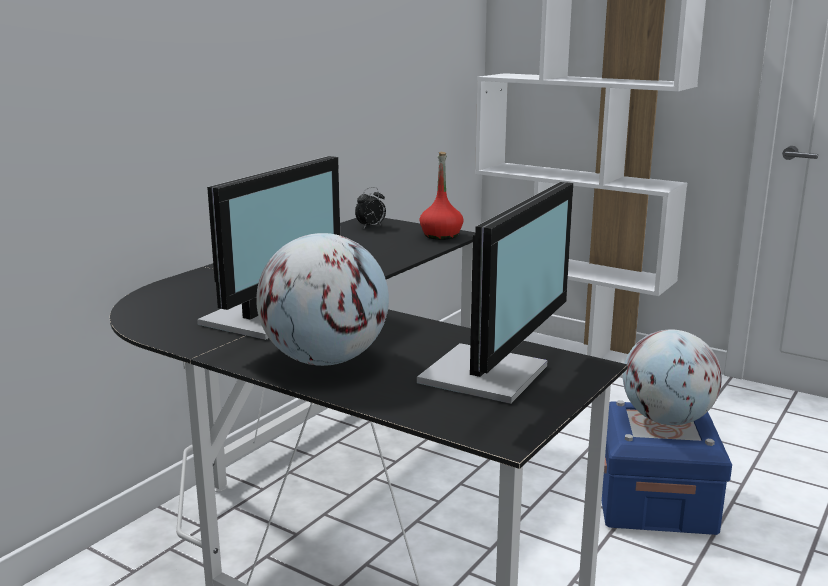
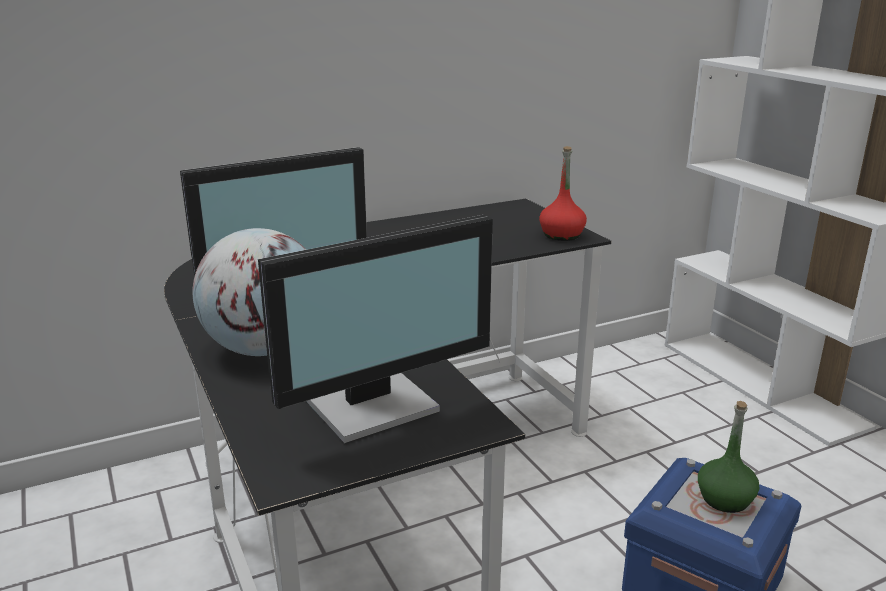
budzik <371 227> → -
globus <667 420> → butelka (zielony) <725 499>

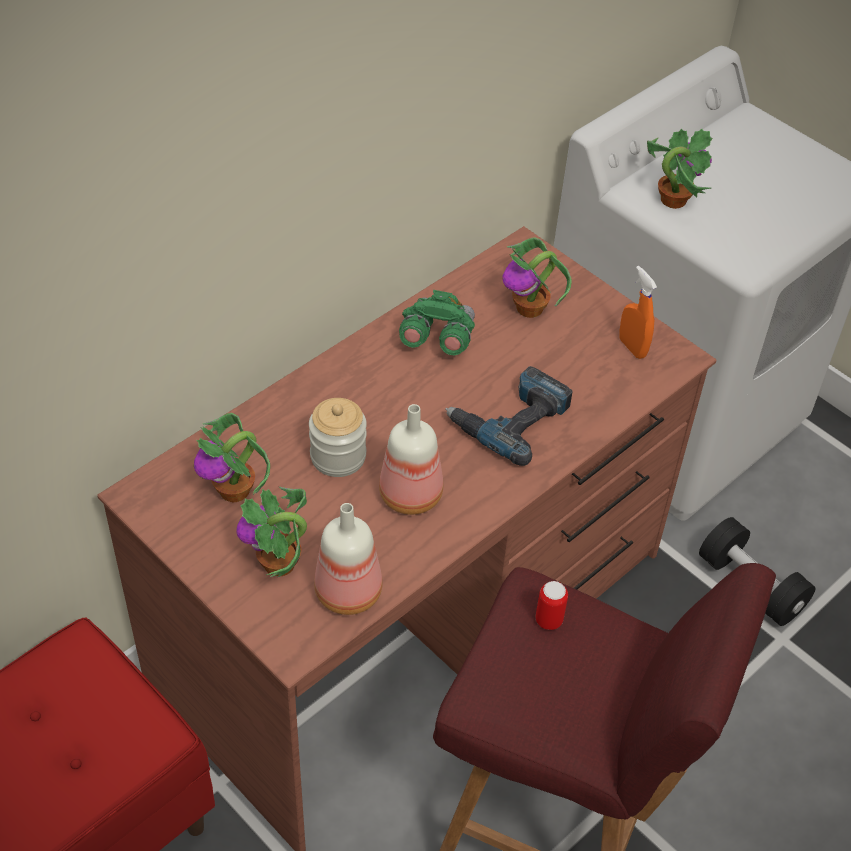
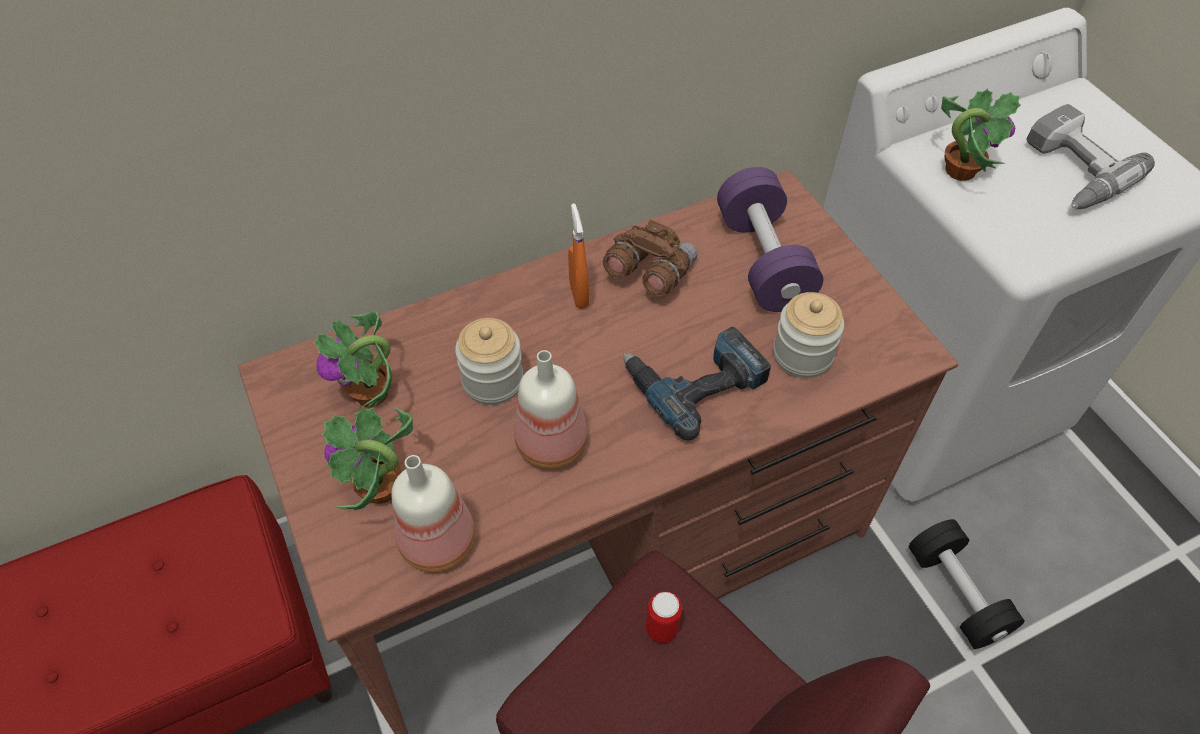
roślina doniczkowa <530 309> → hantel (fioletowy) <763 261>
spryskiwacz (pomarańczowy) <632 347> → spryskiwacz (pomarańczowy) <579 294>, move
lornetka (zielony) <436 339> → lornetka (brązowy) <649 273>
- → wiertarka <1070 171>
- → słoik <802 355>

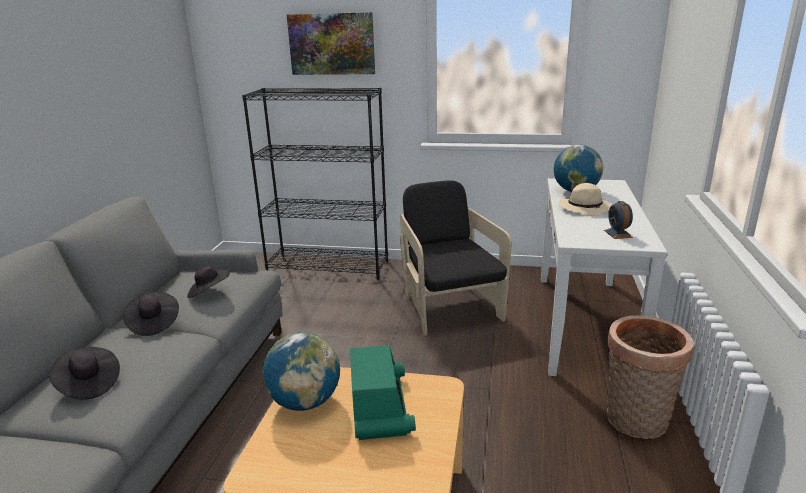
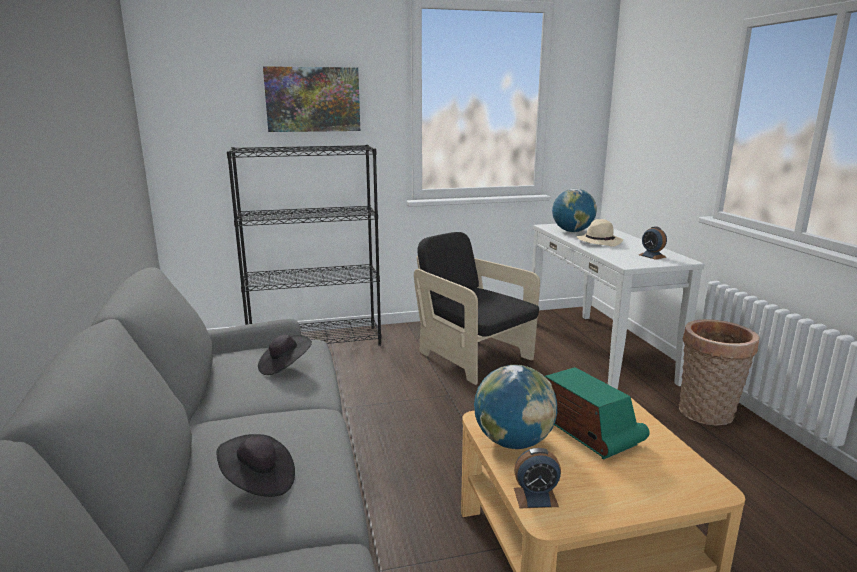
kapelusz (czarny) <153 323> → -
- → budzik <535 497>

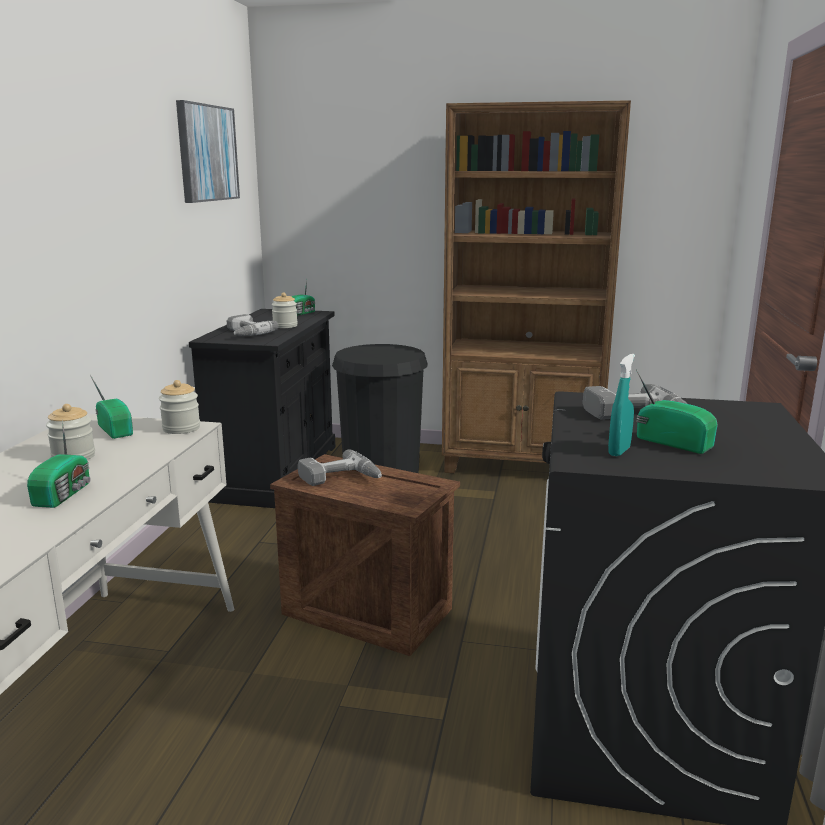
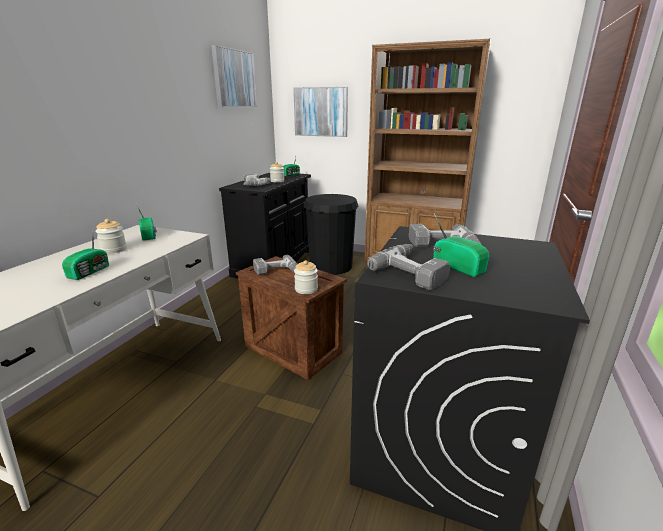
spryskiwacz (turkusowy) <619 451> → wiertarka <414 271>
słoik <181 428> → słoik <306 289>, move
- → obraz <321 112>

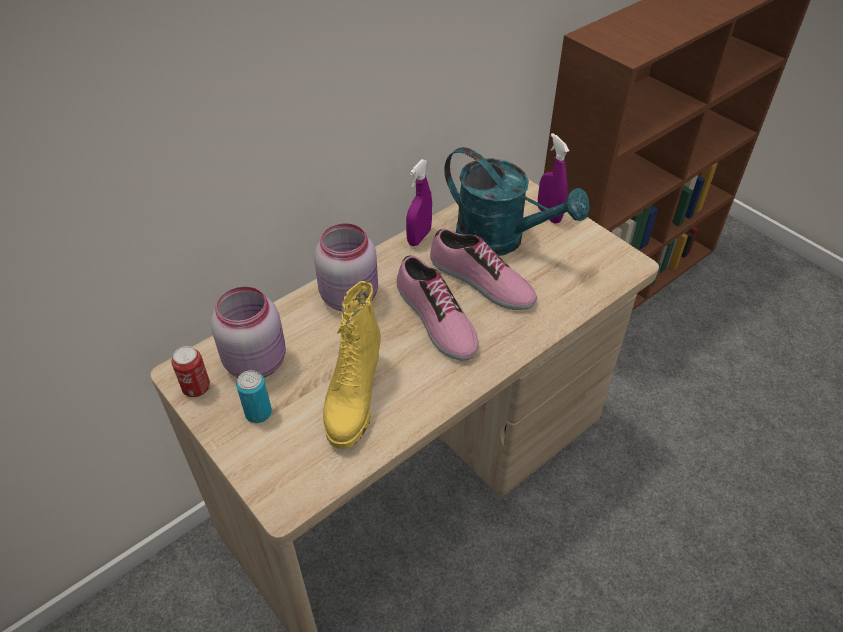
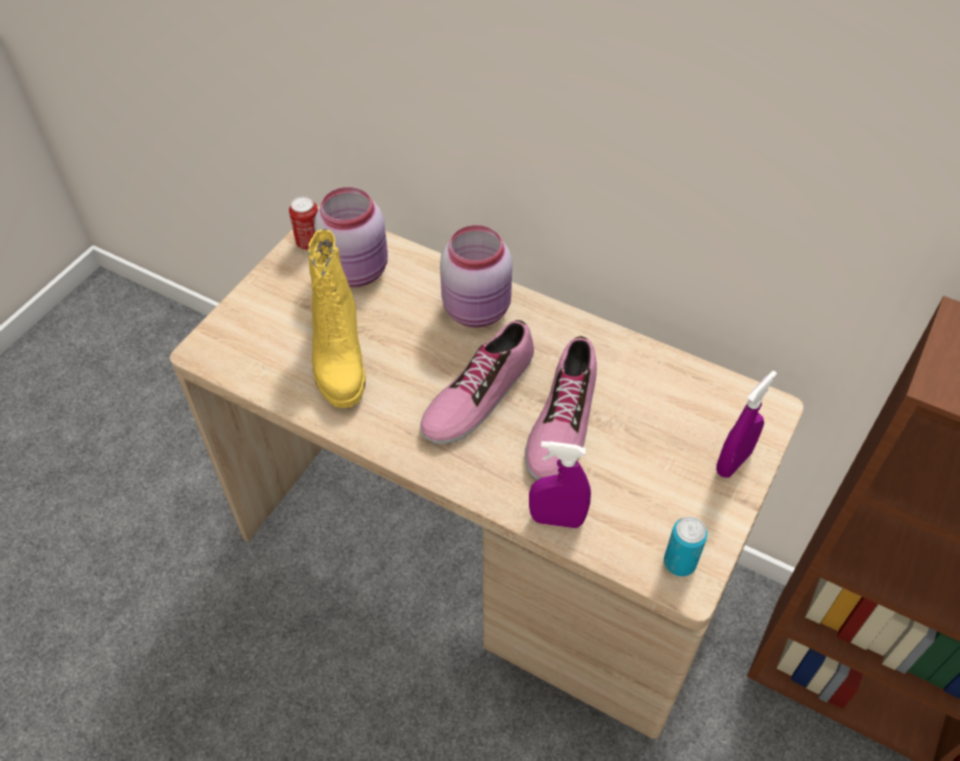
konewka (turkusowy) <501 239> → -
spryskiwacz (fioletowy) <419 237> → spryskiwacz (fioletowy) <557 519>, move
but z cholewką (żółty) <353 399> → but z cholewką (żółty) <338 359>, 90 degrees counterclockwise
puszka <258 413> → puszka <679 562>, move

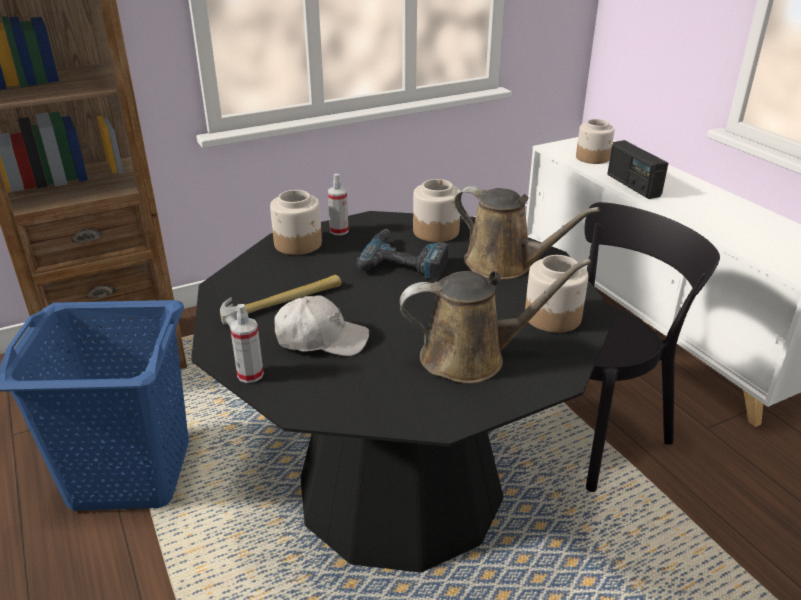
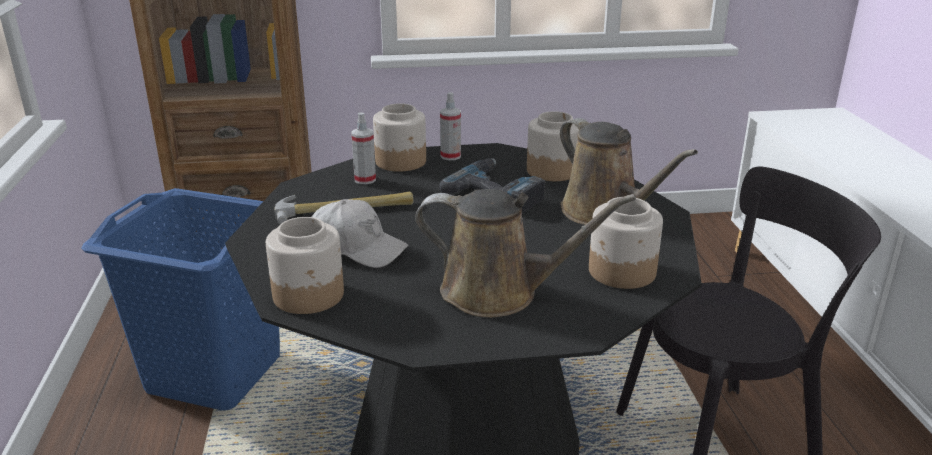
słoik <593 158> → słoik <309 295>, move
radio <632 185> → -
spryskiwacz <250 375> → spryskiwacz <365 180>, move

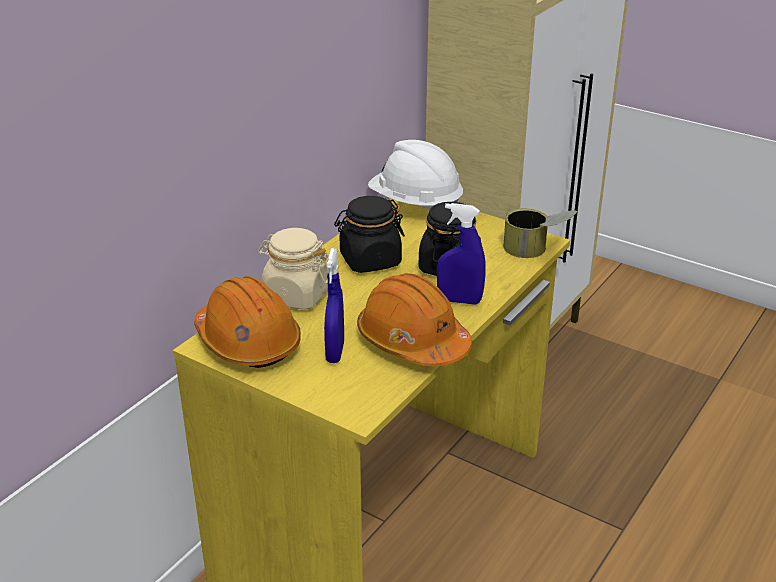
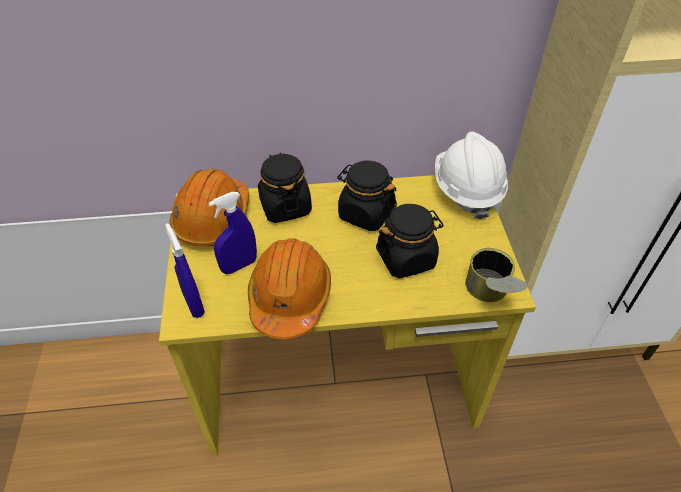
spryskiwacz (niebieski) <459 300> → spryskiwacz (niebieski) <194 304>, move
słoik (beżowy) <296 295> → słoik (czarny) <285 206>

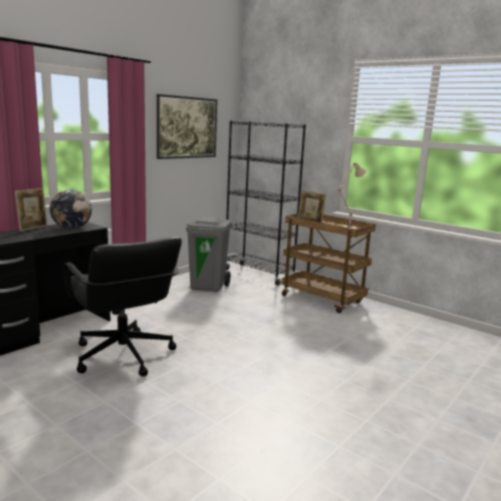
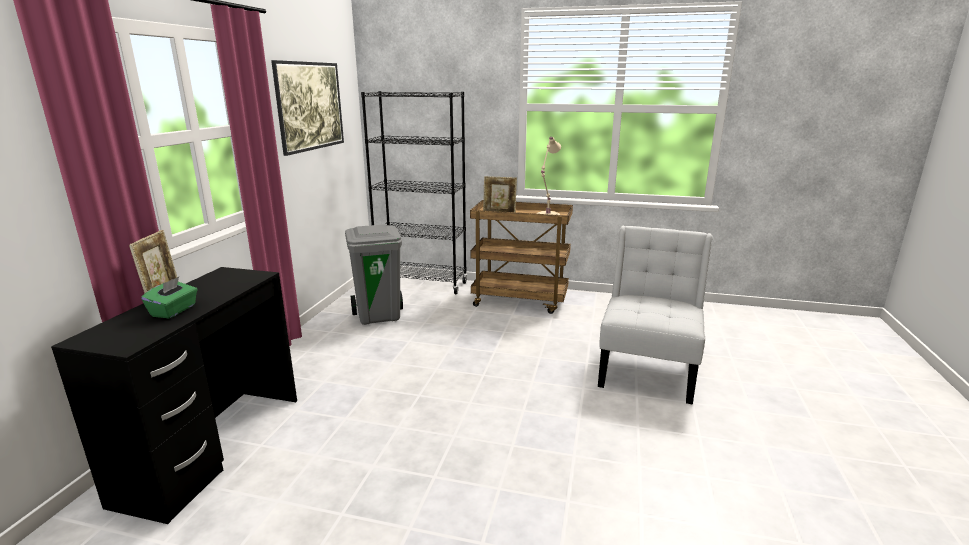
globus <72 228> → -
krzesło biurowe (czarny) <123 355> → -
- → krzesło (biały) <648 369>
- → pudełko chusteczek (zielony) <174 311>

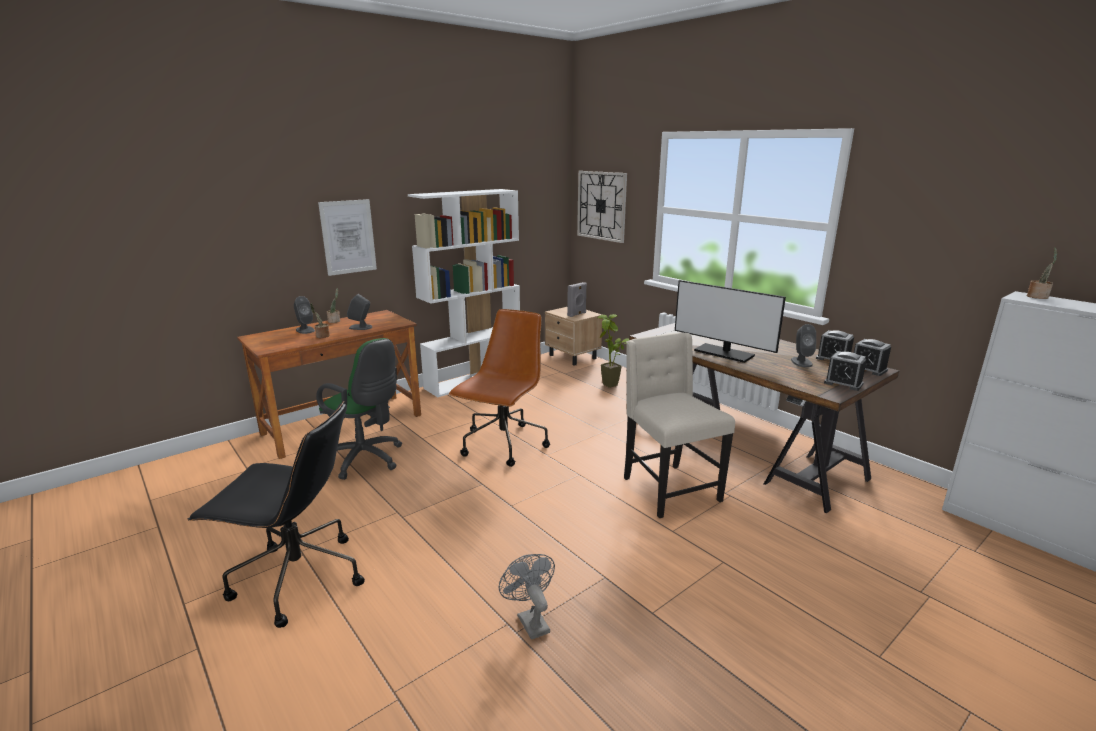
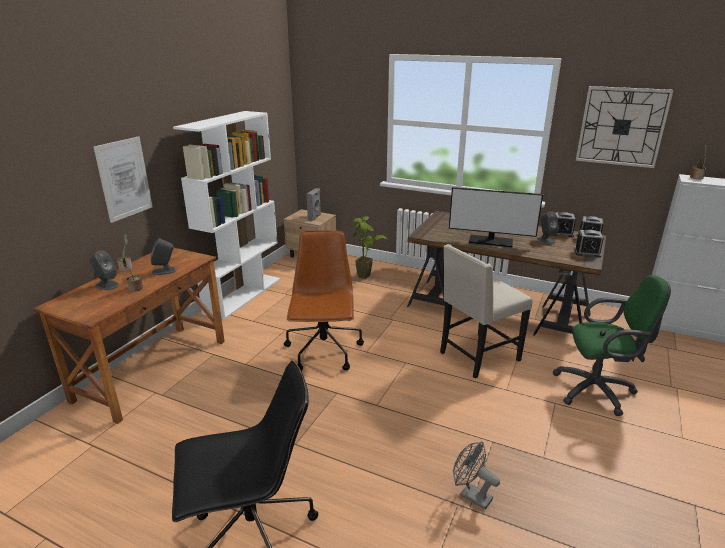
zegar ścienny <601 206> → zegar ścienny <621 126>, move
krzesło (beżowy) <668 489> → krzesło (beżowy) <477 357>, 75 degrees counterclockwise
krzesło biurowe (zielony) <366 460> → krzesło biurowe (zielony) <598 391>, move

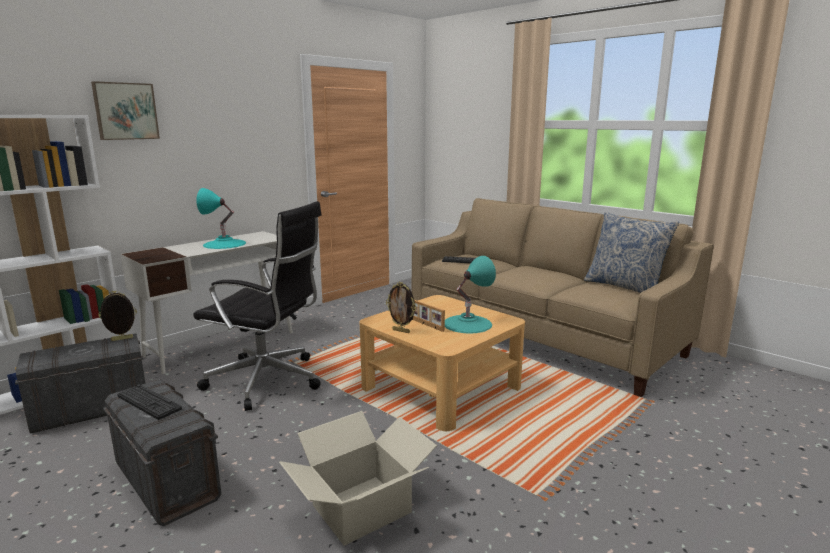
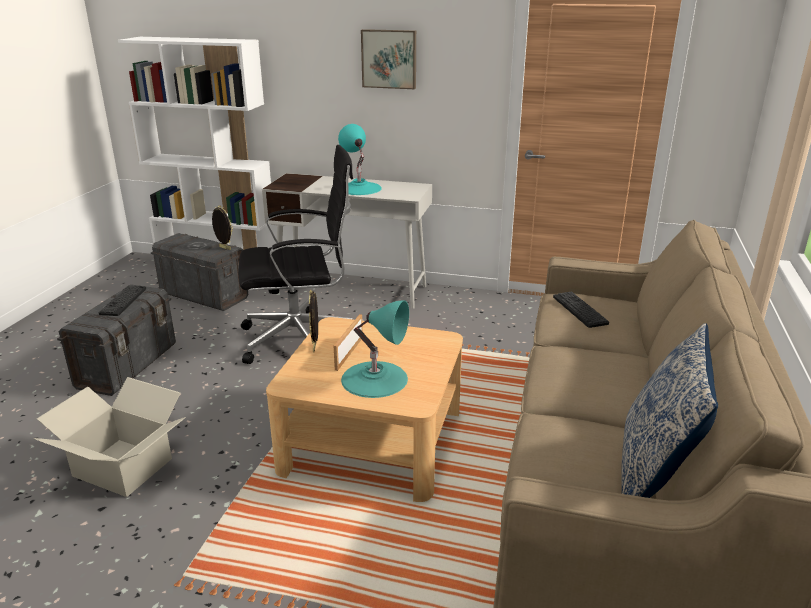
obraz <125 111> → obraz <389 59>, move
krzesło biurowe (czarny) <268 381> → krzesło biurowe (czarny) <301 339>, 90 degrees counterclockwise

